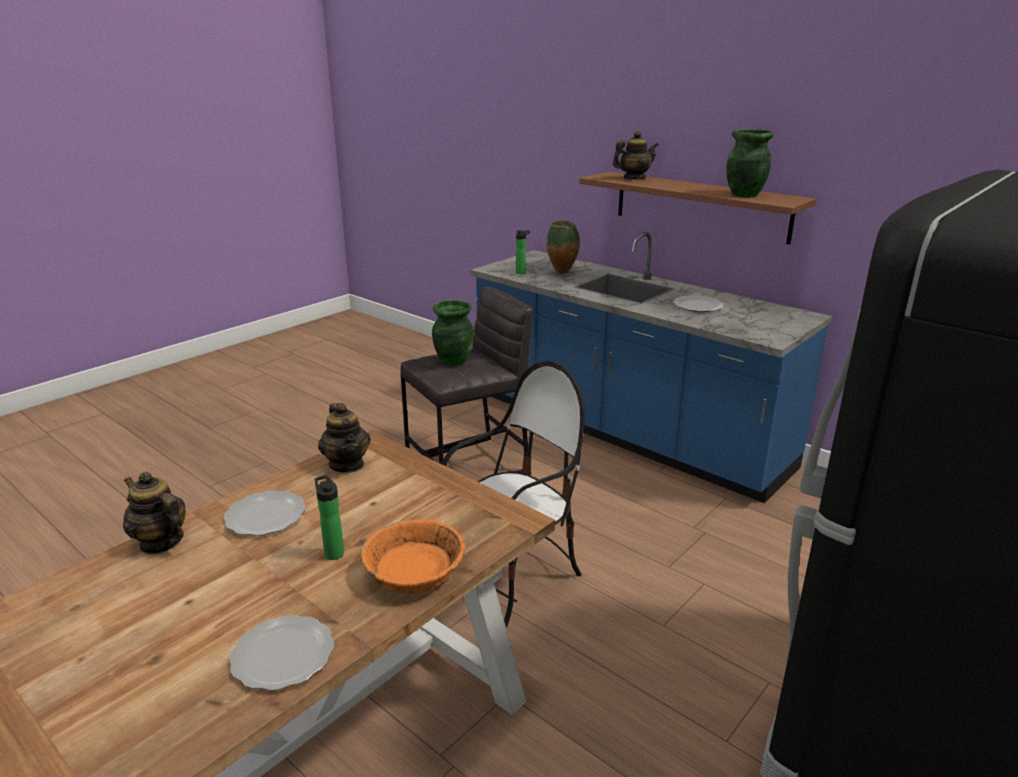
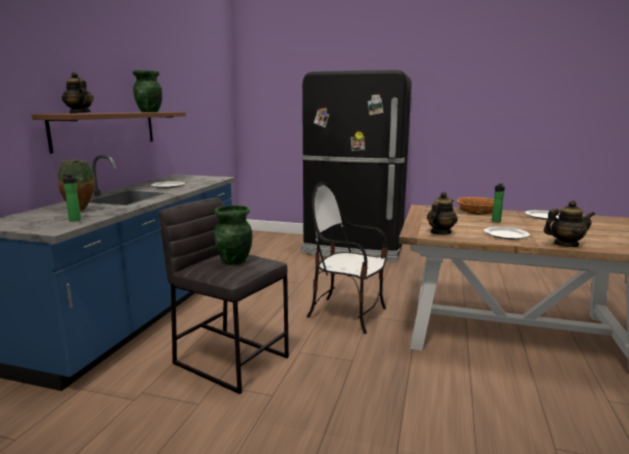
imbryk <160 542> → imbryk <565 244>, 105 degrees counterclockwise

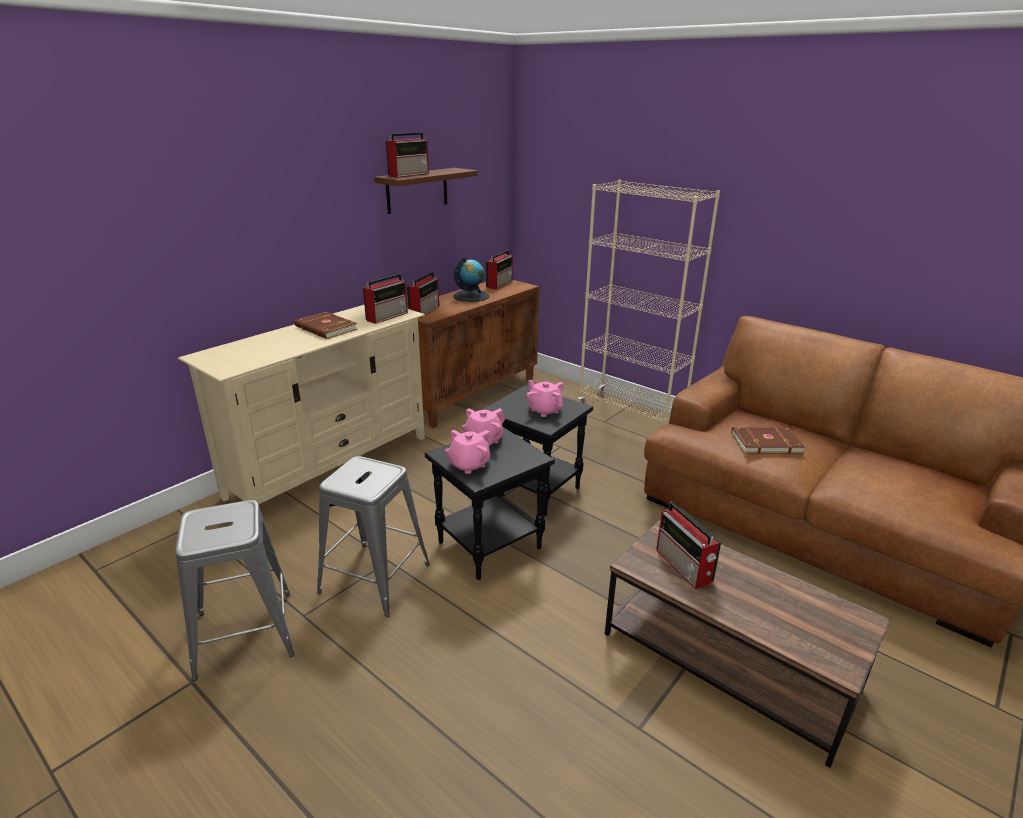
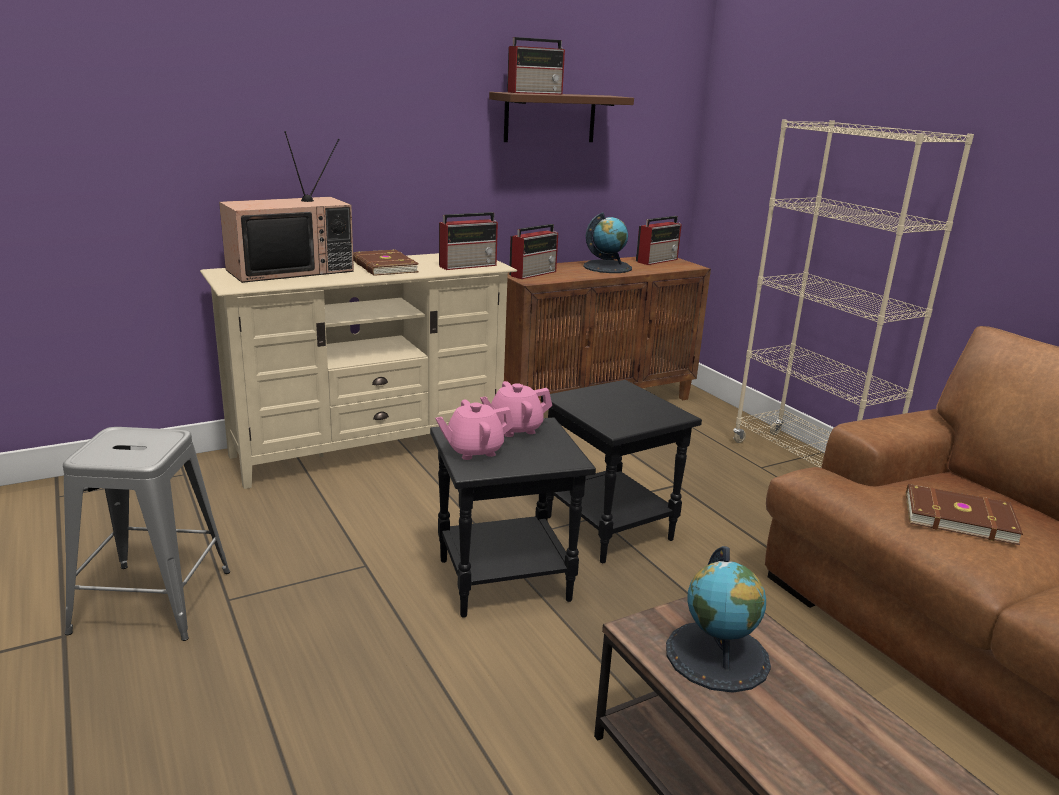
imbryk (różowy) <544 410> → -
stołek (szary) <375 578> → -
radio <684 567> → globus <717 656>
- → telewizor <291 270>

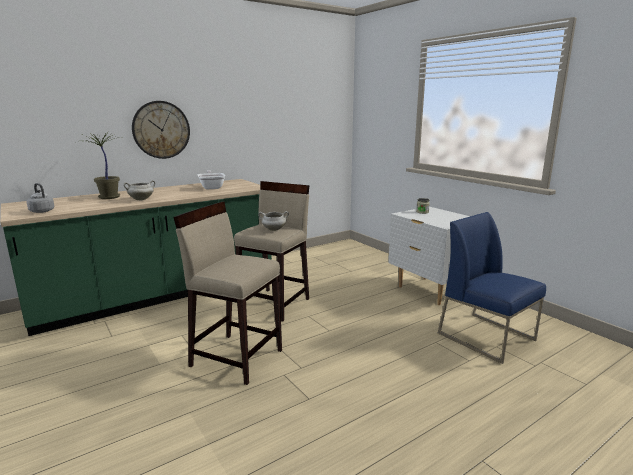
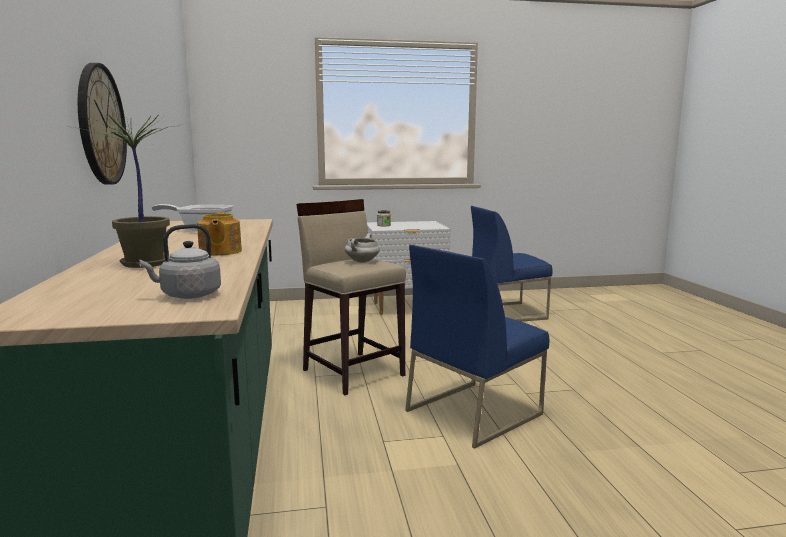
garnek (biały) <141 199> → imbryk <219 252>
stołek (beżowy) <236 357> → krzesło (niebieski) <473 412>

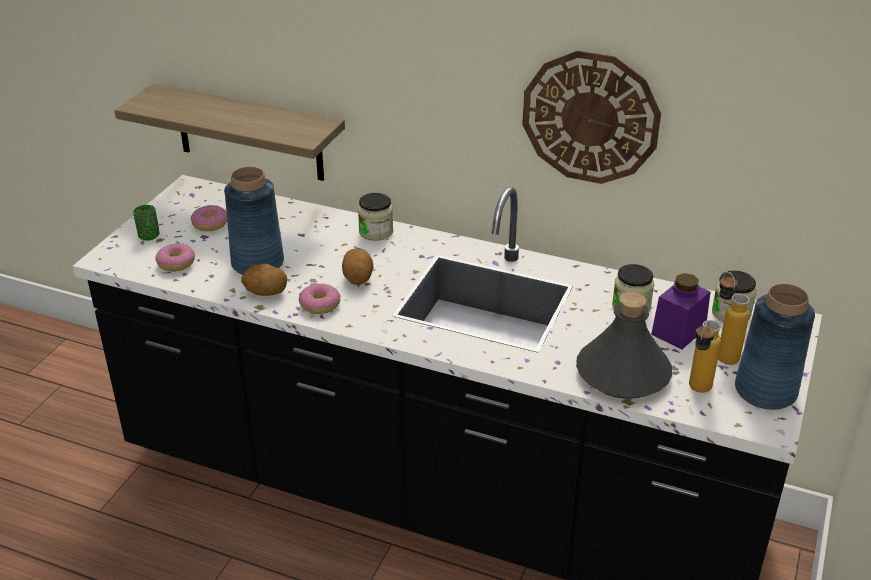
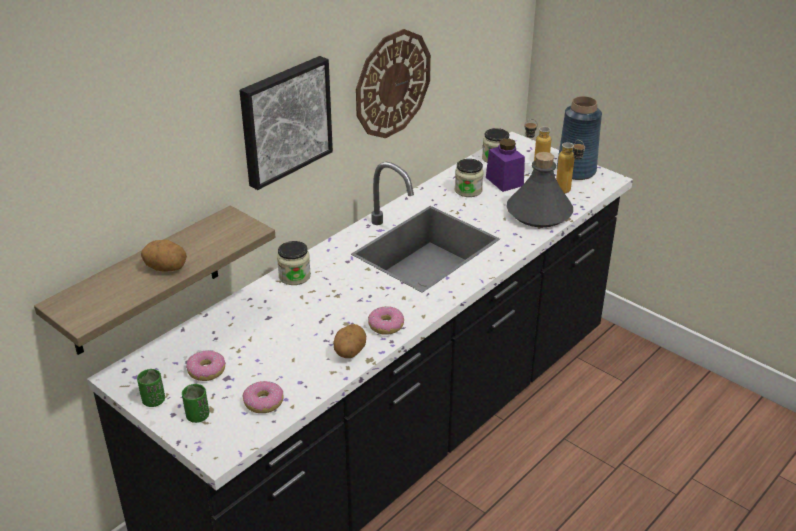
wazon (niebieski) <258 263> → -
ziemniak <358 279> → ziemniak <166 268>, move
- → obraz <284 120>
- → filiżanka (zielony) <153 401>

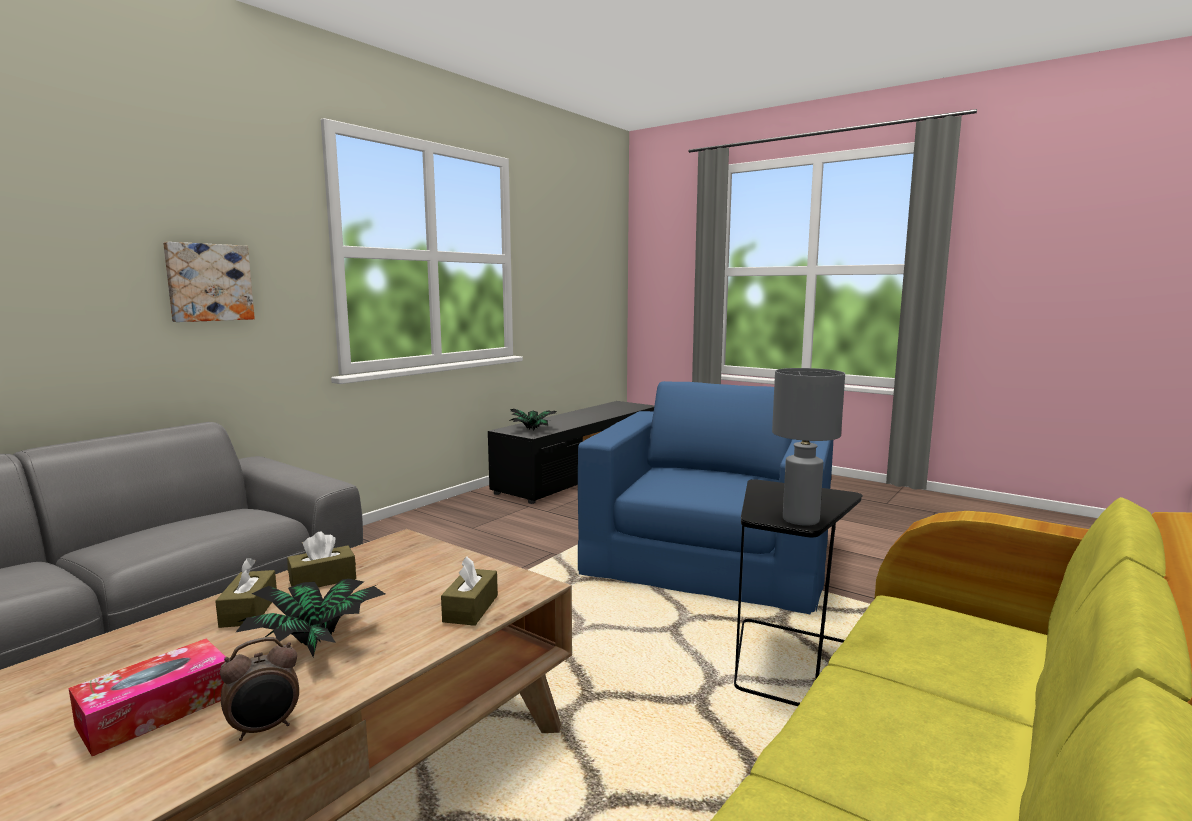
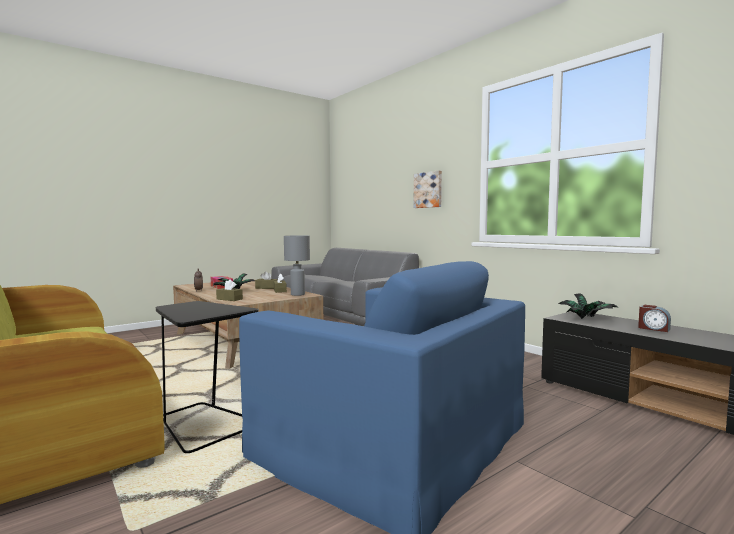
lampa stołowa (szary) <800 520> → lampa stołowa (szary) <297 294>, move
- → budzik <653 329>

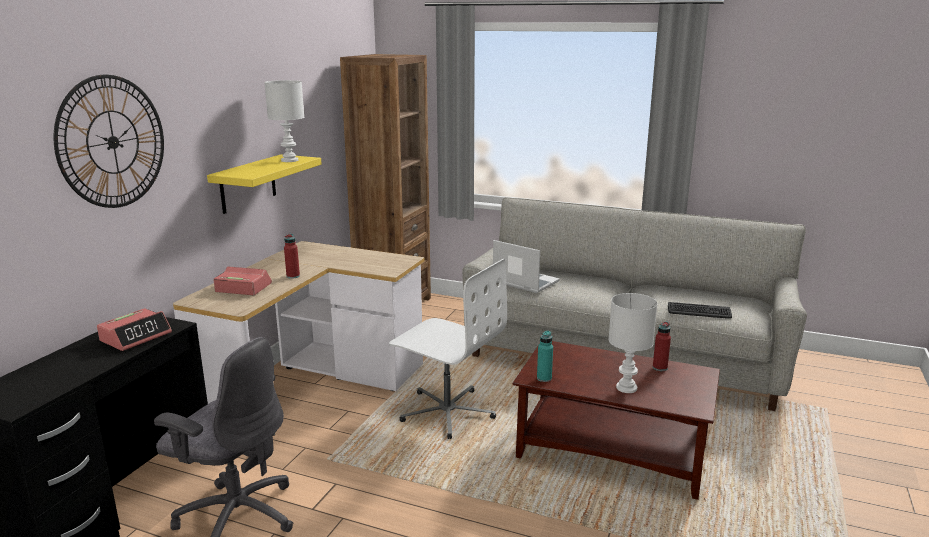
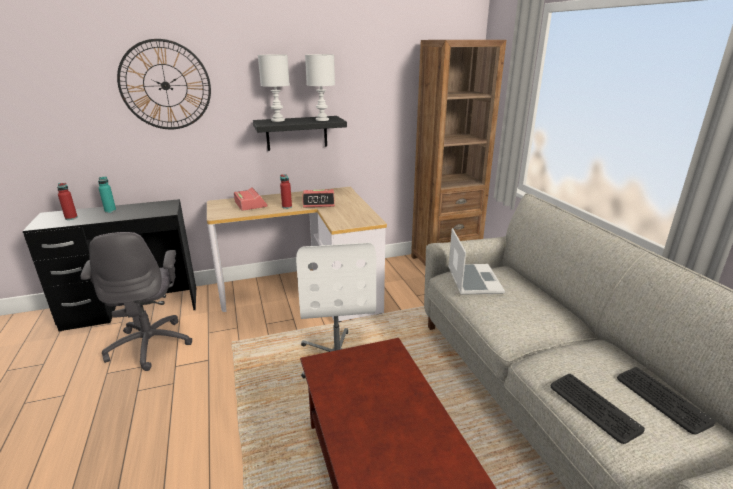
półka (żółty) <248 184> → półka (czarny) <296 133>
lampa stołowa (biały) <626 388> → lampa stołowa (biały) <277 120>, move
budzik <136 337> → budzik <319 203>, move
butelka (czerwony) <660 368> → butelka (czerwony) <71 218>, move
butelka (turkusowy) <544 378> → butelka (turkusowy) <110 211>, move
- → klawiatura <661 400>

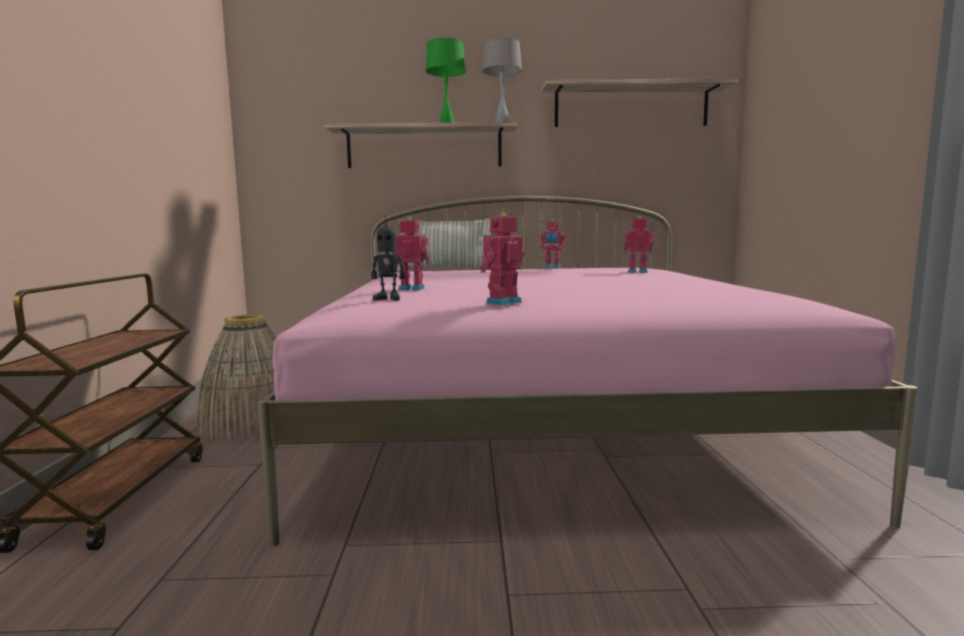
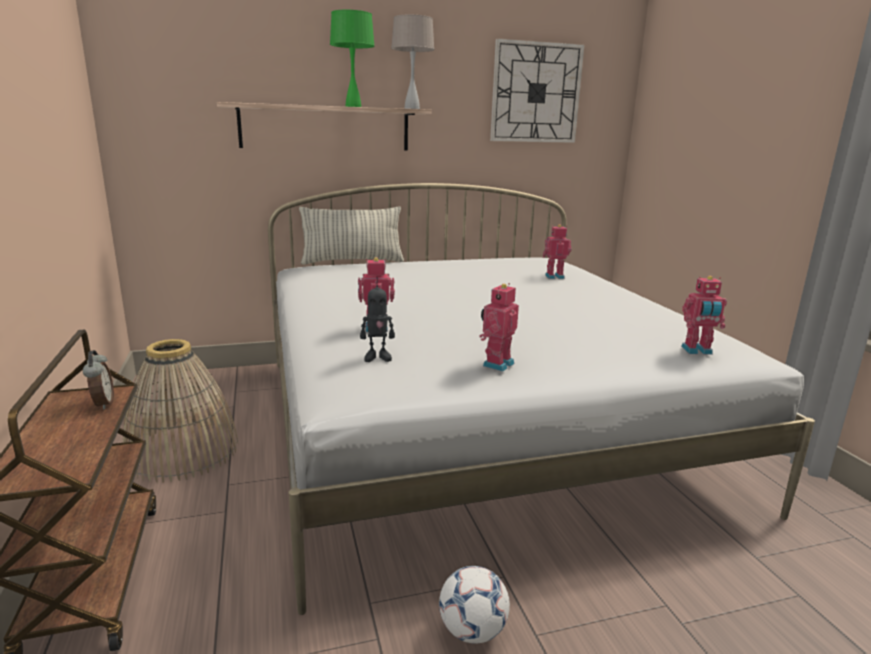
półka <631 107> → zegar ścienny <536 93>
łóżko (różowy) <543 421> → łóżko (biały) <476 425>
robot zabawkowy <552 267> → robot zabawkowy <697 351>, move
- → budzik <102 404>
- → piłka futbolowa <472 630>

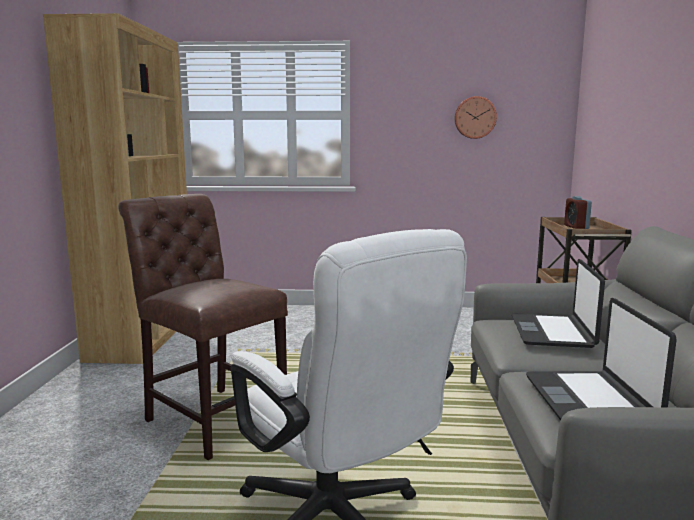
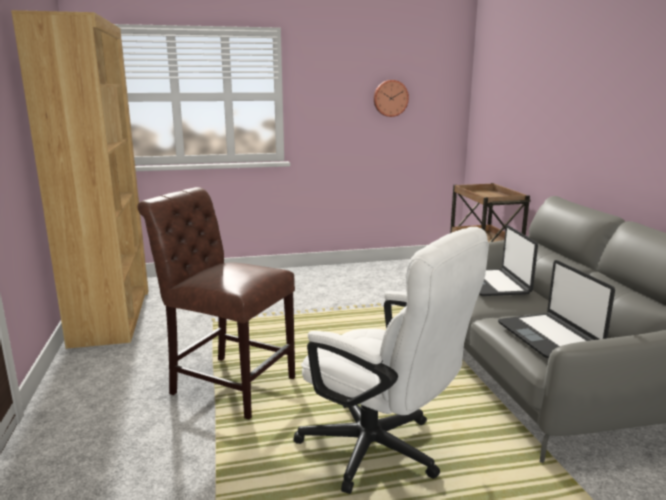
budzik <576 227> → -

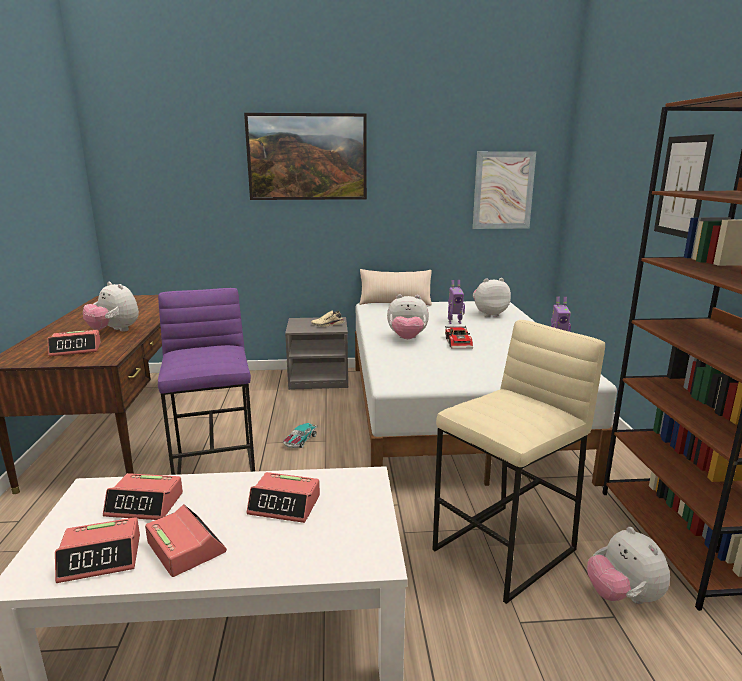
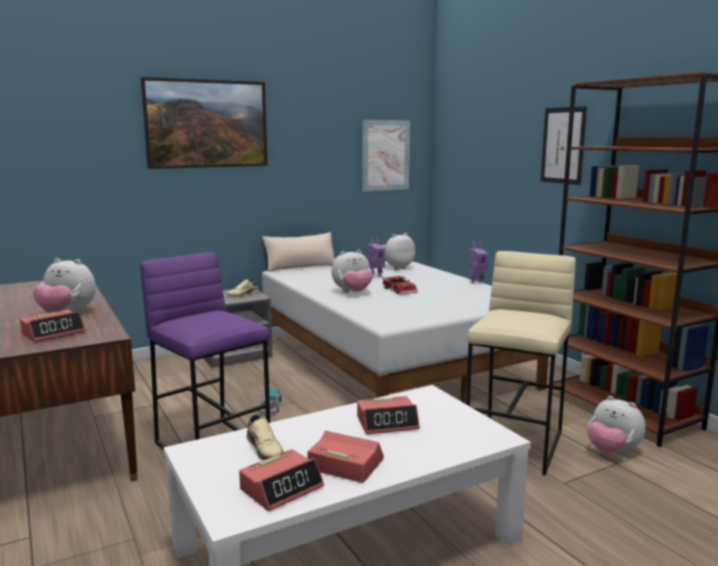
budzik <145 504> → but (beżowy) <265 448>

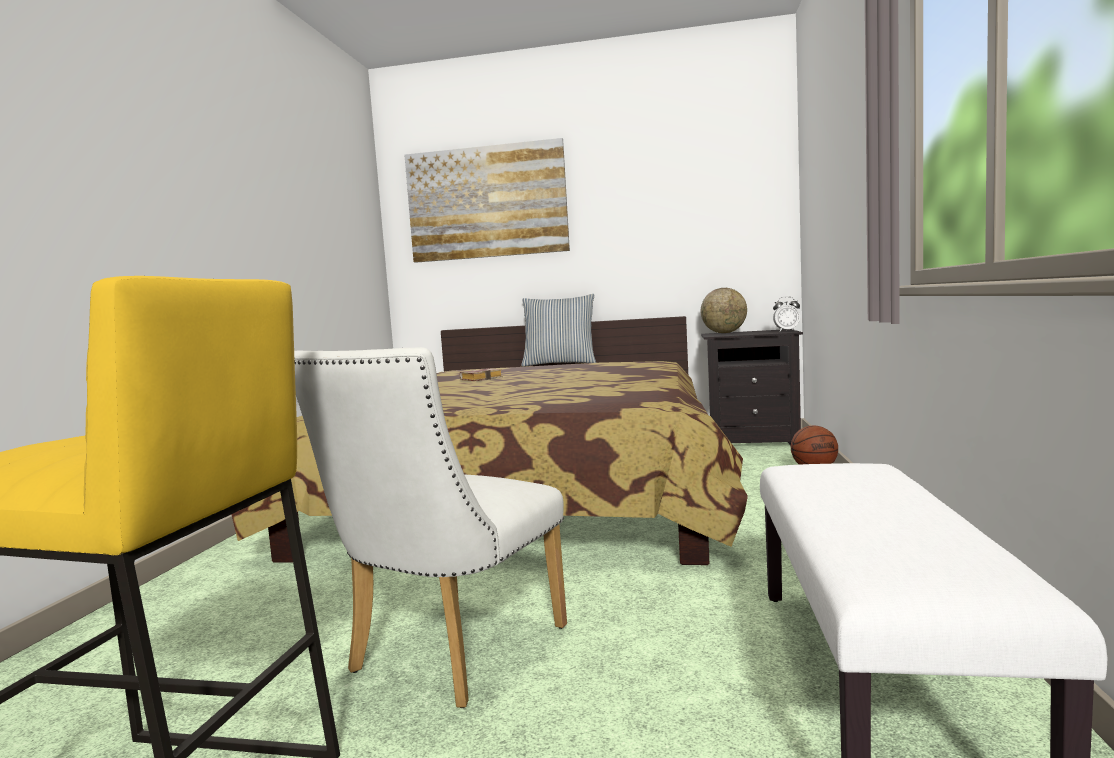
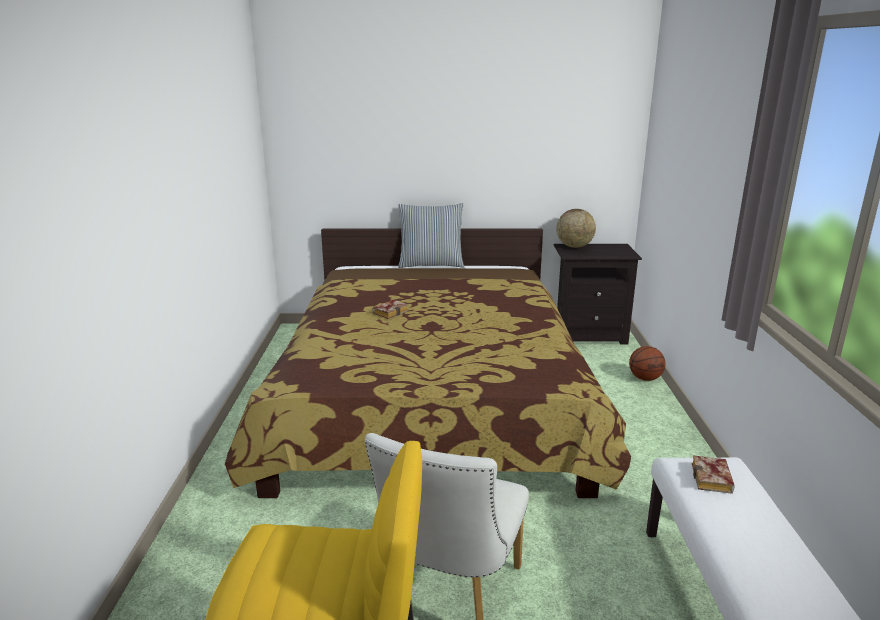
obraz <487 202> → -
budzik <786 331> → -
- → książka <713 480>

